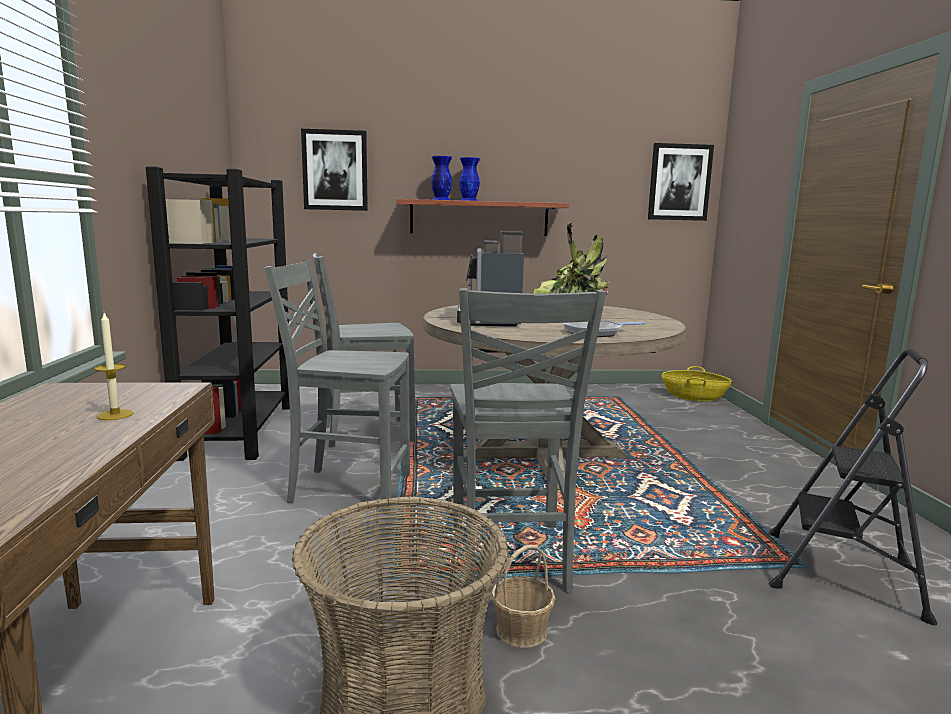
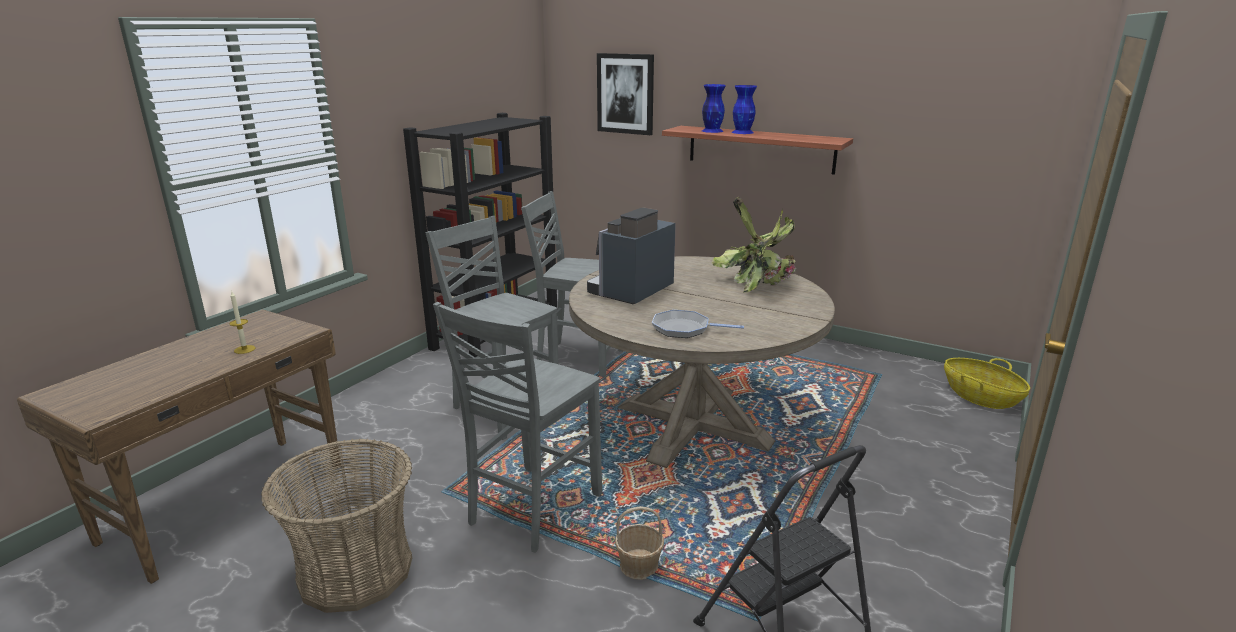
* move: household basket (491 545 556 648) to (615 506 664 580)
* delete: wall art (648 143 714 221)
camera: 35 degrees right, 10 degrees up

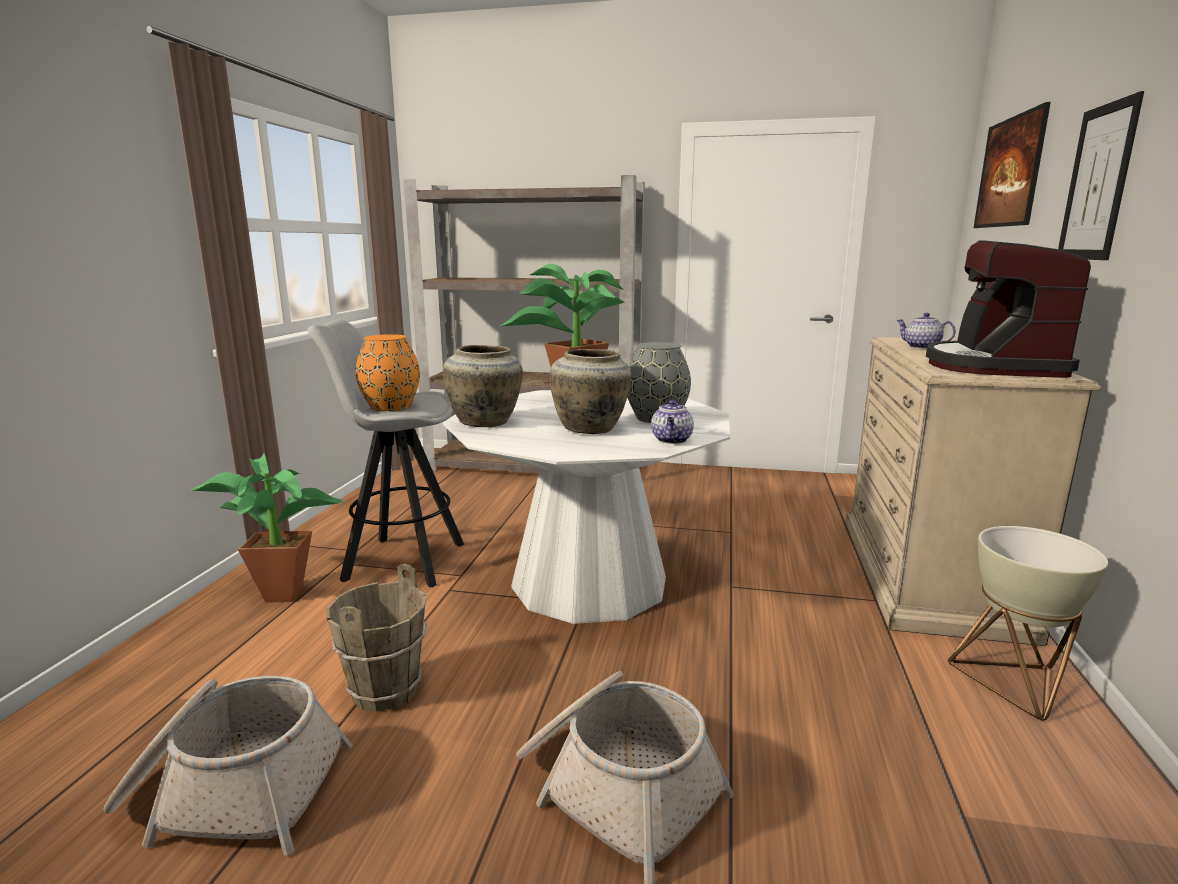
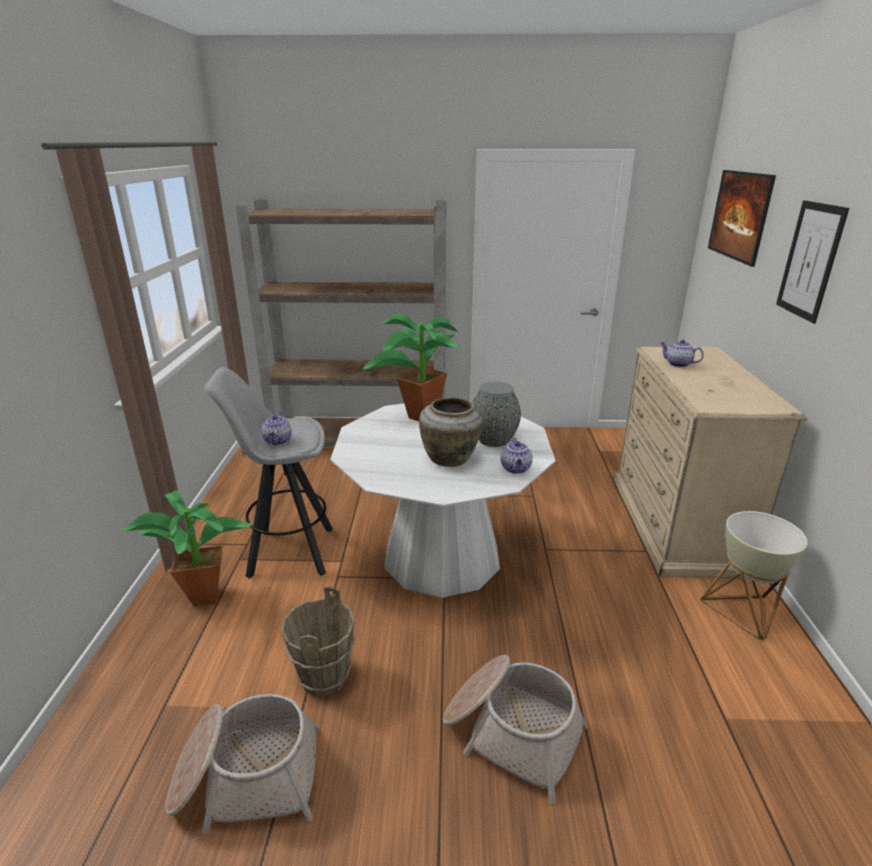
* replace: vase (orange-coloured) (355 334 420 411) to pot for tea (261 412 292 445)
* delete: vase (beige-coloured) (443 345 523 427)
* delete: coffee maker (926 240 1091 378)
camera: 10 degrees left, 10 degrees up

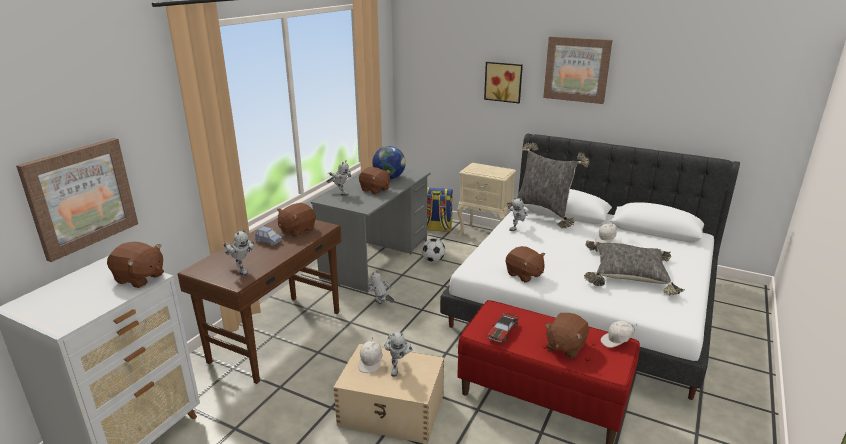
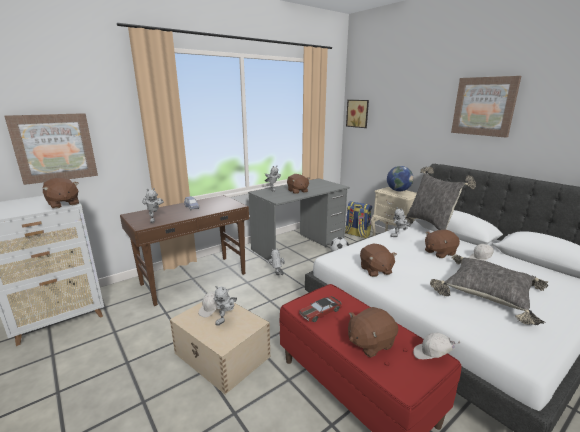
* move: wall art (484 62 523 103) to (346 100 369 128)
* move: world globe (372 146 406 179) to (387 166 413 191)
* move: cuddly toy (brown) (277 203 316 237) to (425 230 460 258)
camera: 25 degrees right, 5 degrees down

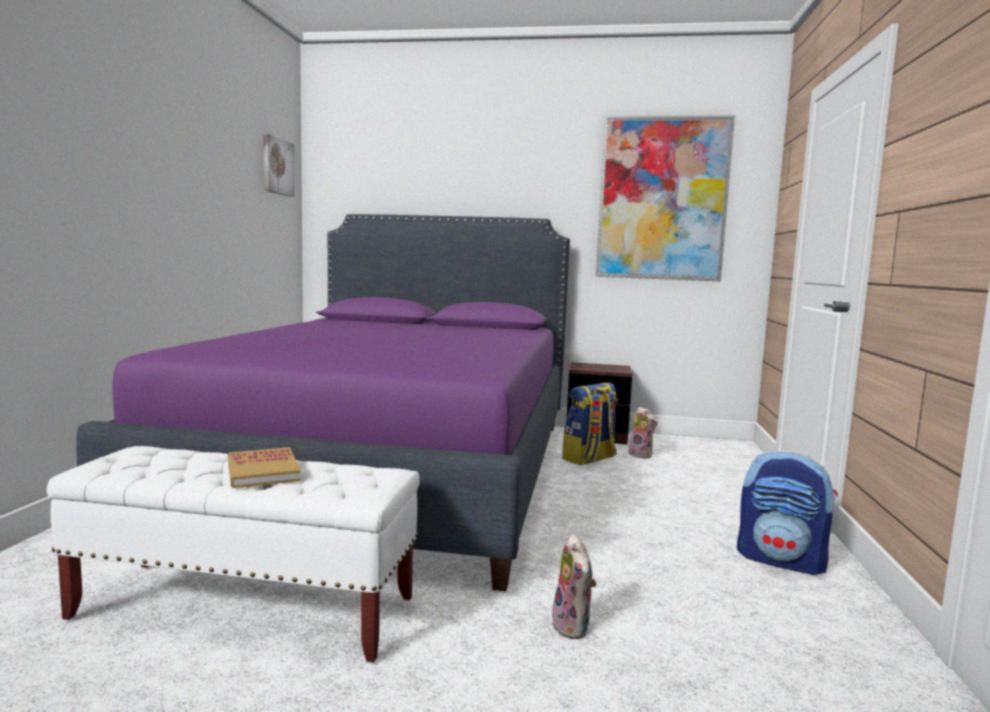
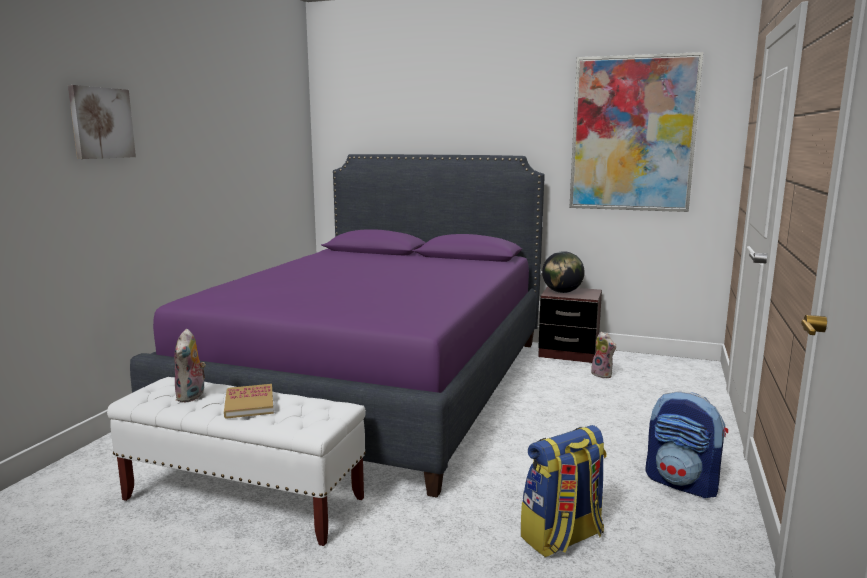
* move: wall art (263 134 295 197) to (68 85 136 159)
* move: cuddly toy (552 534 596 639) to (174 329 206 402)
* move: backpack (562 382 618 465) to (521 425 607 557)
* insert: world globe (542 251 585 293)
camera: 10 degrees right, 5 degrees up

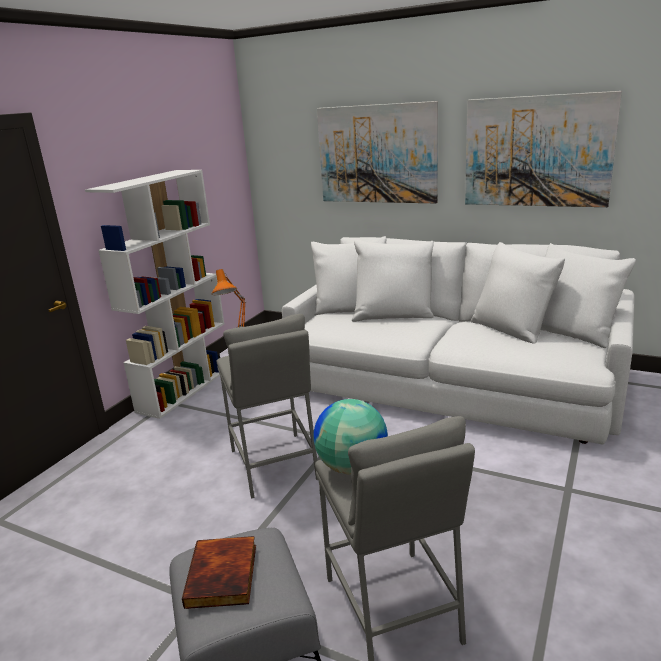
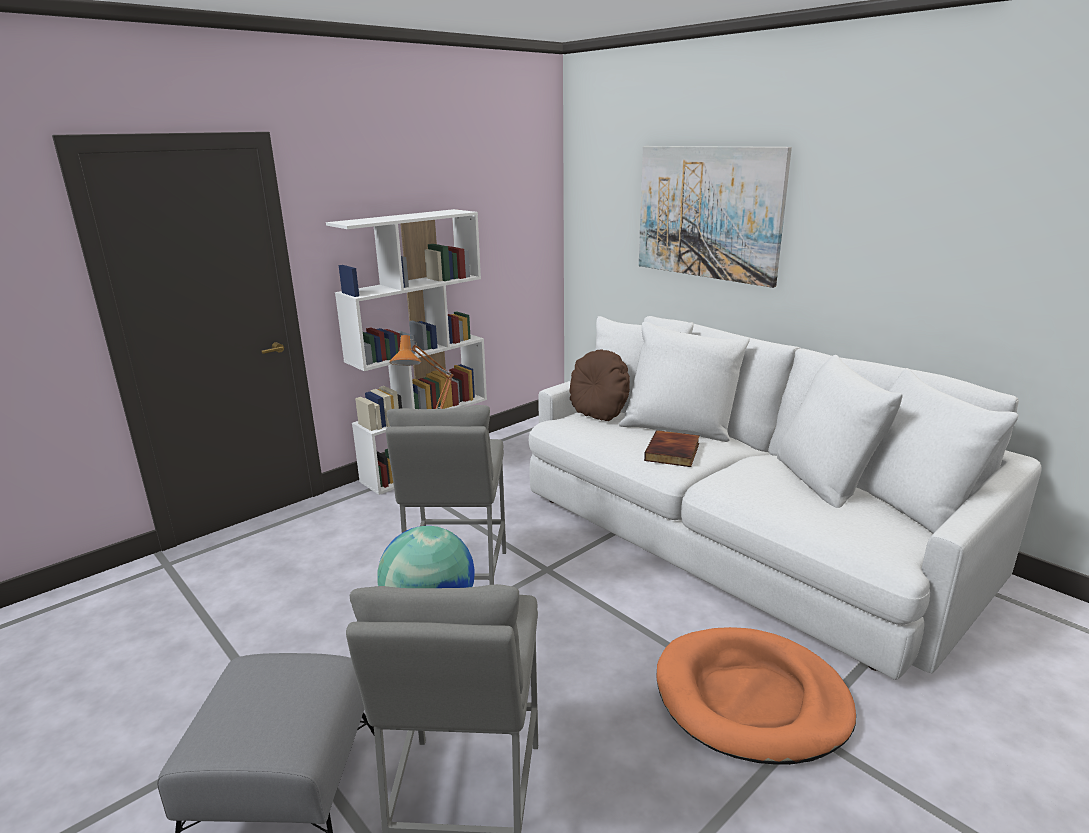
* insert: cushion (brown) (570 349 630 421)
* move: volume (182 536 256 609) to (644 430 700 467)
* insert: dog cushion (orange-coloured) (656 627 856 765)
* delete: wall art (465 91 622 207)
camera: 20 degrees right, 0 degrees up

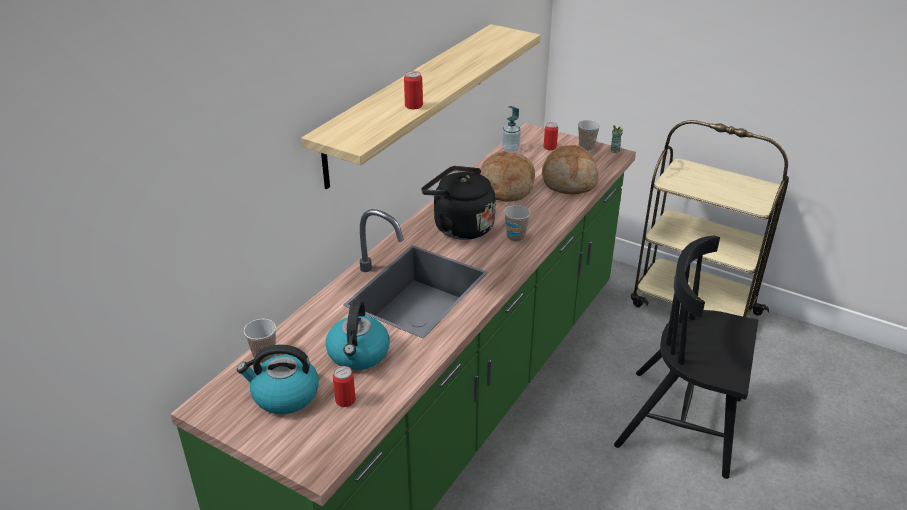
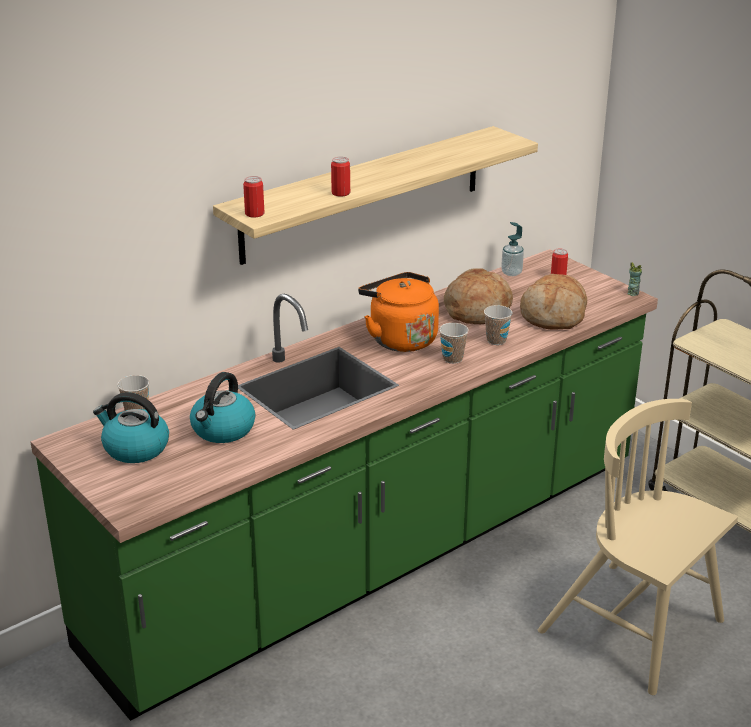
* move: can (333 366 356 407) to (243 176 265 218)
* recolor: water kettle (blackish) (421 166 496 240) to water kettle (orange-coloured) (358 272 439 352)
* move: drinking cup (578 120 600 151) to (484 305 512 345)
* recolor: plain chair (blackish) (614 236 758 479) to plain chair (beige-coloured) (538 399 738 695)
camera: 20 degrees right, 5 degrees down

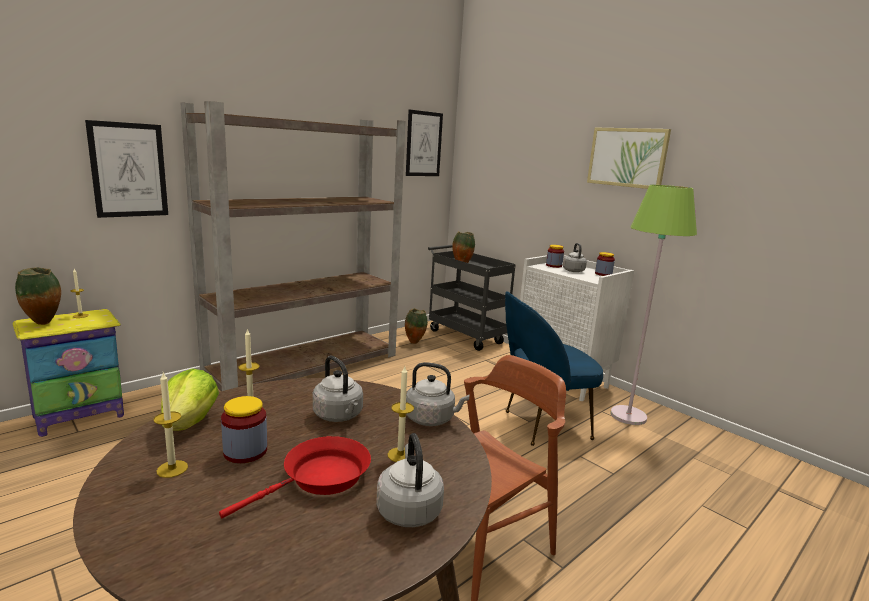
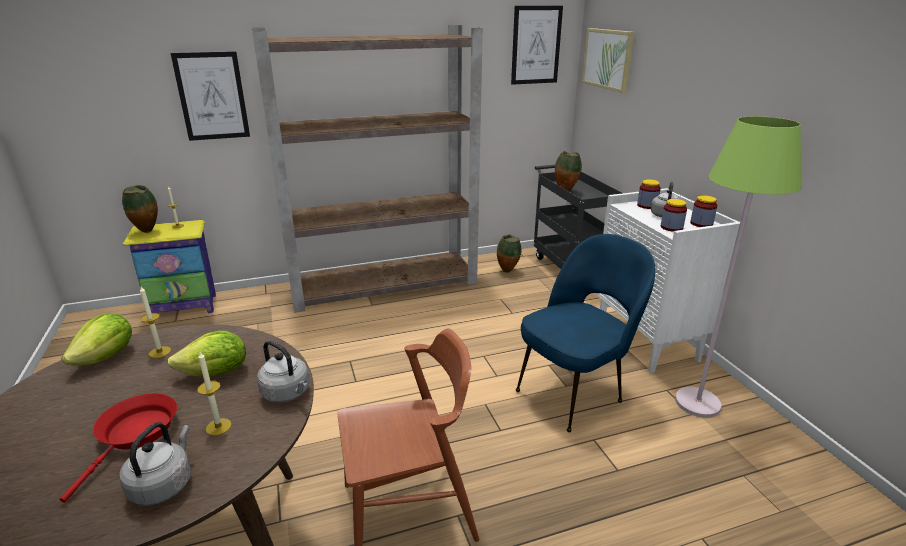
* rotate: skillet (reddish) (219 436 371 519) = (59 393 177 503) 60 degrees counterclockwise
* replace: water kettle (gray) (313 356 363 422) to lettuce head (168 331 246 377)
* rotate: plain chair (blue-coloured) (505 291 603 446) = (516 234 655 432) 135 degrees clockwise
* move: wall art (587 128 671 189) to (582 28 634 93)
* move: preserve jar (221 396 267 463) to (661 199 687 232)
* delete: wax light (153 373 188 478)
camera: 25 degrees right, 10 degrees up

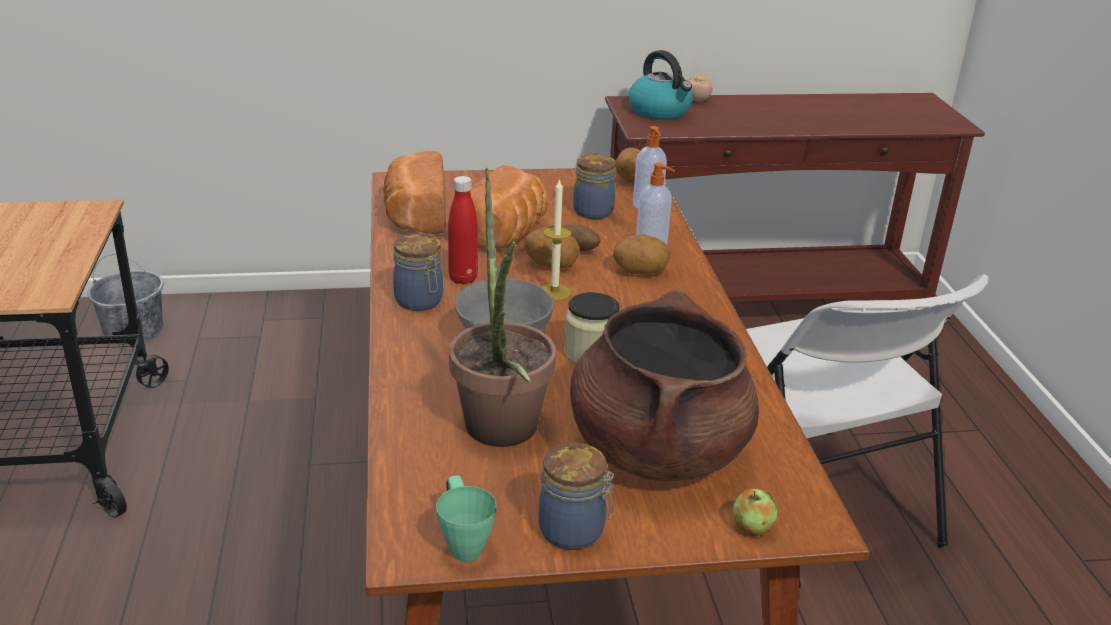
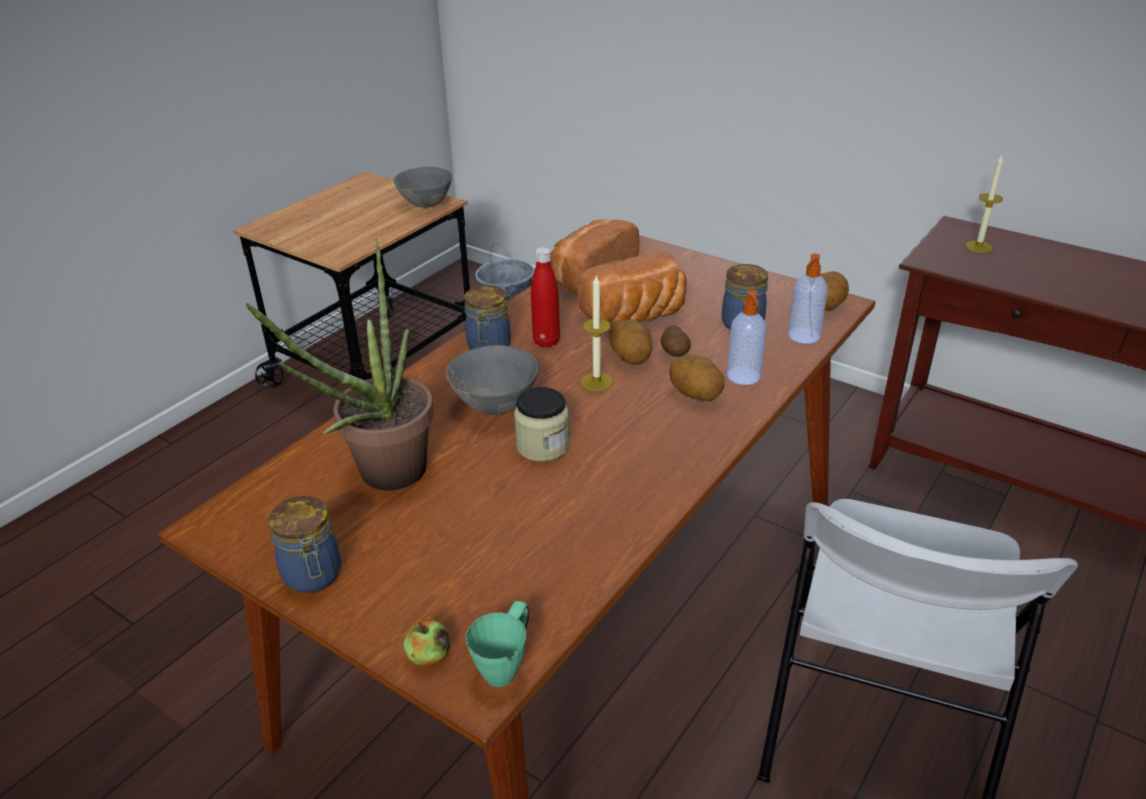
* insert: serving bowl (gray) (393 167 452 208)
* move: tea mug (green-coloured) (436 475 497 562) to (466 601 529 687)
* replace: water kettle (629 50 693 120) to wax light (965 155 1003 253)
* delete: cooking pot (brown) (570 290 759 481)
* delete: whole tomato (687 75 713 102)
camera: 45 degrees right, 5 degrees up

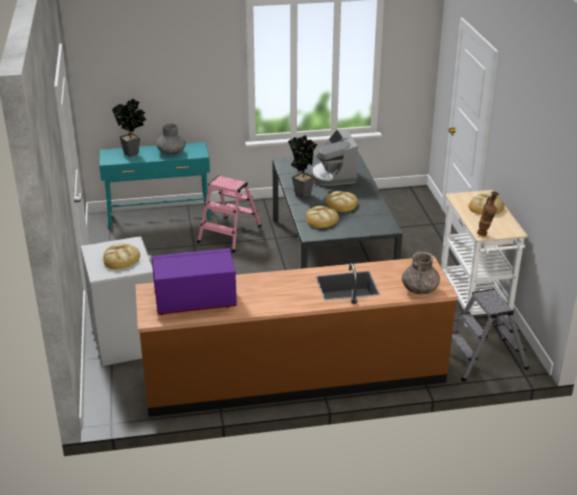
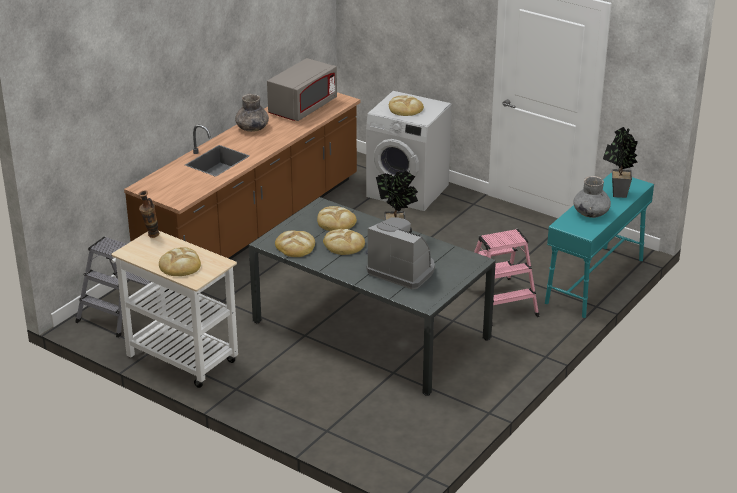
* move: vase (gray) (402 252 440 294) to (235 94 269 132)
* recolor: kitchen microwave (purplish) (152 248 237 315) to kitchen microwave (gray) (267 58 337 121)
* insert: bread (275 231 315 257)
camera: 135 degrees right, 0 degrees up

